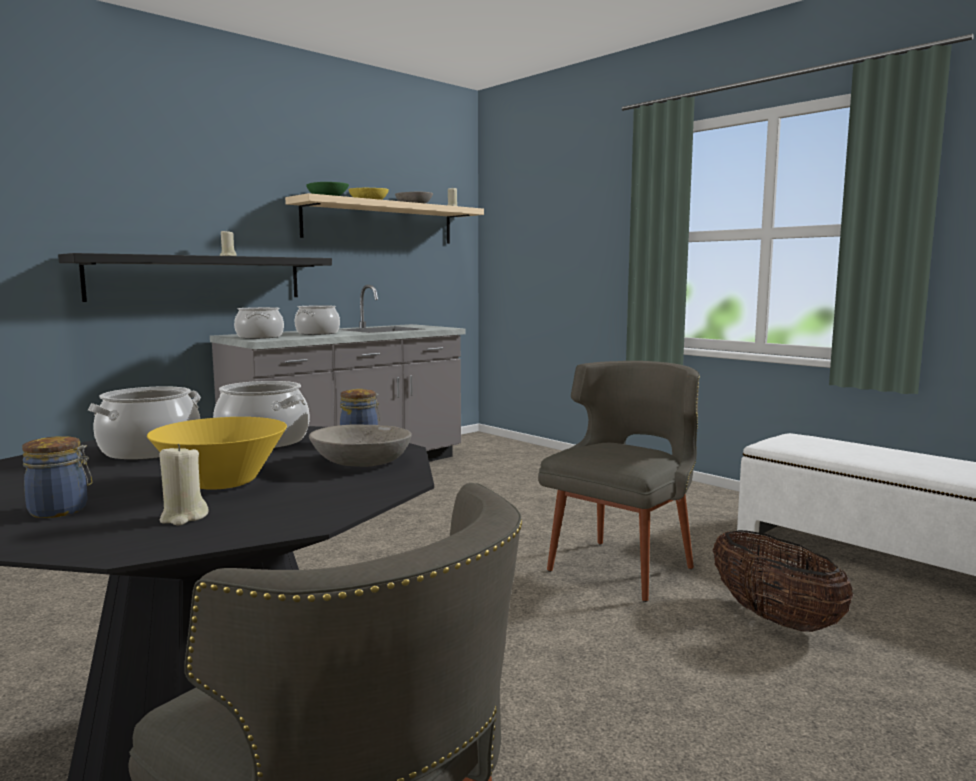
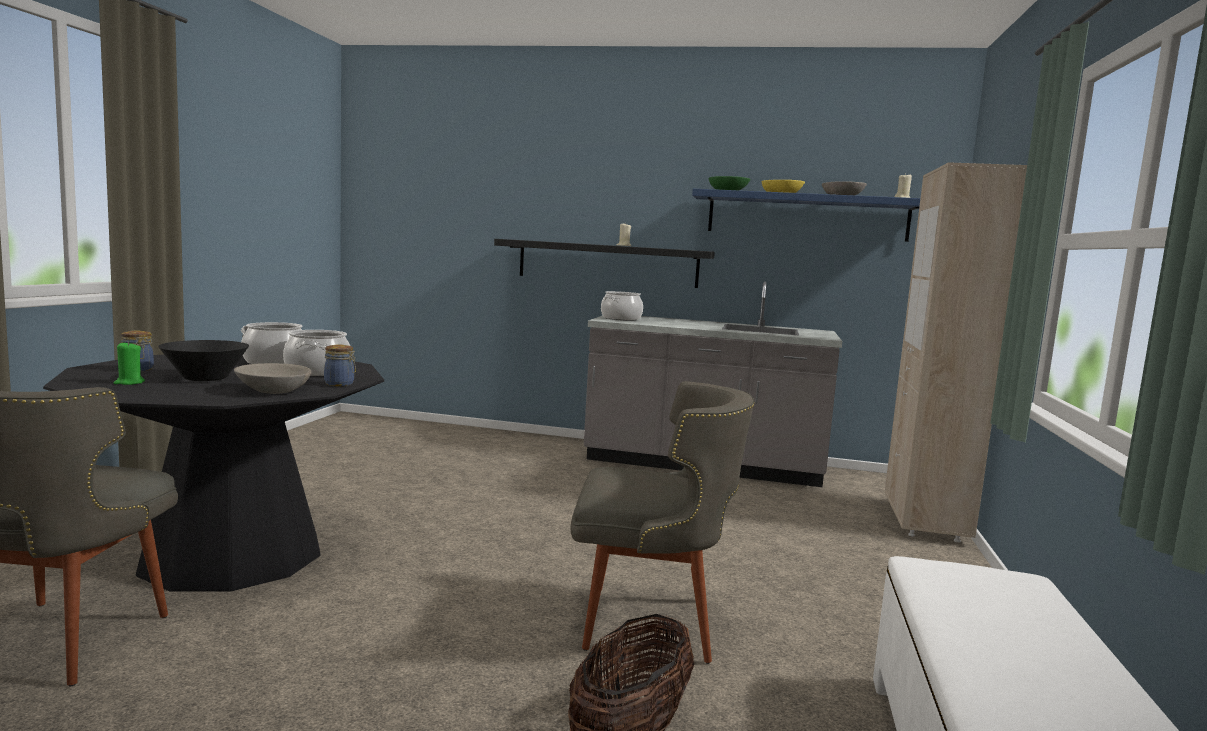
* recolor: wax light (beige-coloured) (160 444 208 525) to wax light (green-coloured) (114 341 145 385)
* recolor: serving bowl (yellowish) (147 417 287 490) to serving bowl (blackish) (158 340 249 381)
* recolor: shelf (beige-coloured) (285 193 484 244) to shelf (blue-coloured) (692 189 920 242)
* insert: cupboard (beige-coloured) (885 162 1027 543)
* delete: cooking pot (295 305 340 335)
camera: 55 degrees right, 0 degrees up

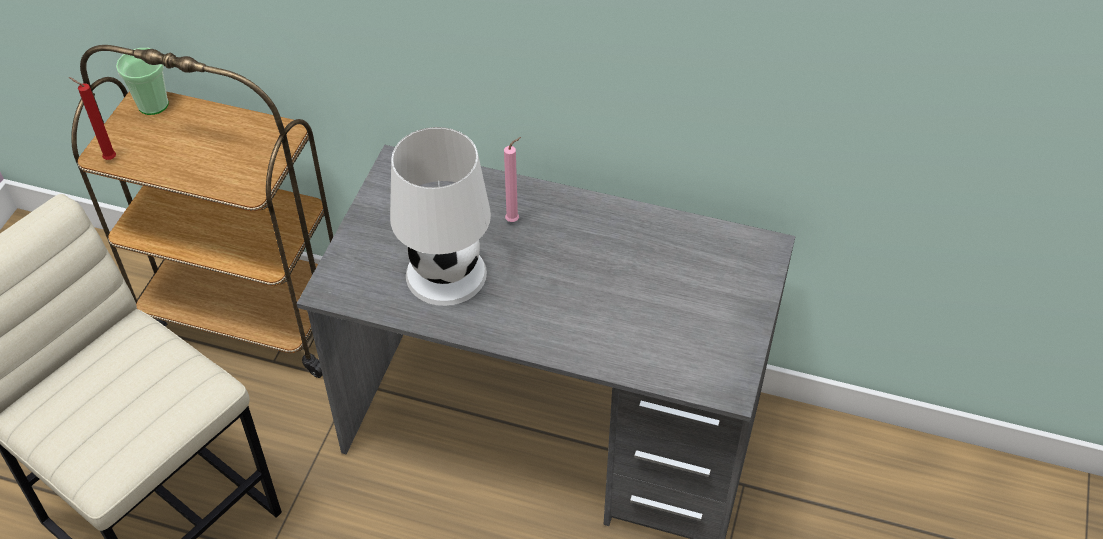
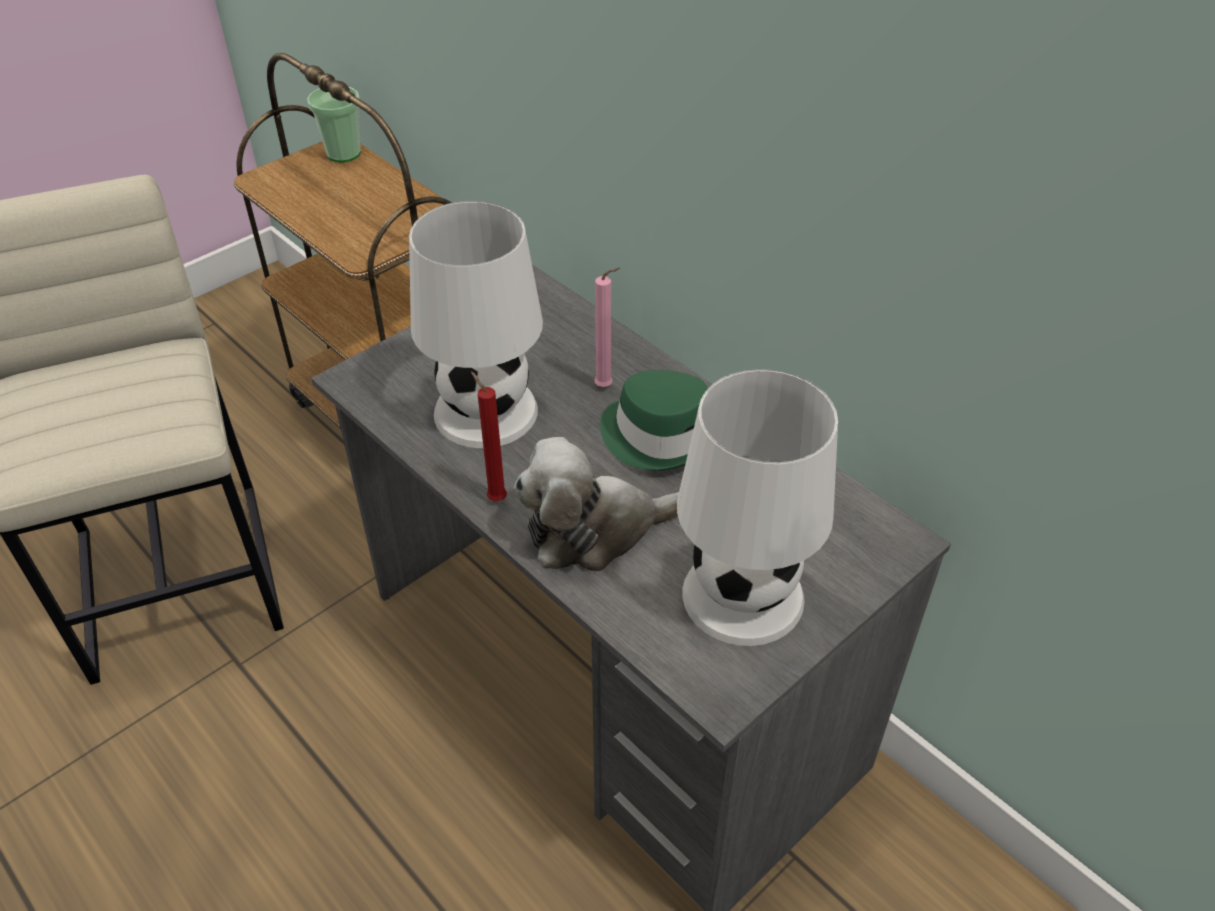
* move: wax light (reddish) (69 77 116 160) to (471 372 507 501)
* insert: cuddly toy (514 437 679 571)
* insert: wearable hat (green-coloured) (600 370 707 471)
* insert: table lamp (white-coloured) (677 369 838 646)
camera: 30 degrees right, 5 degrees down

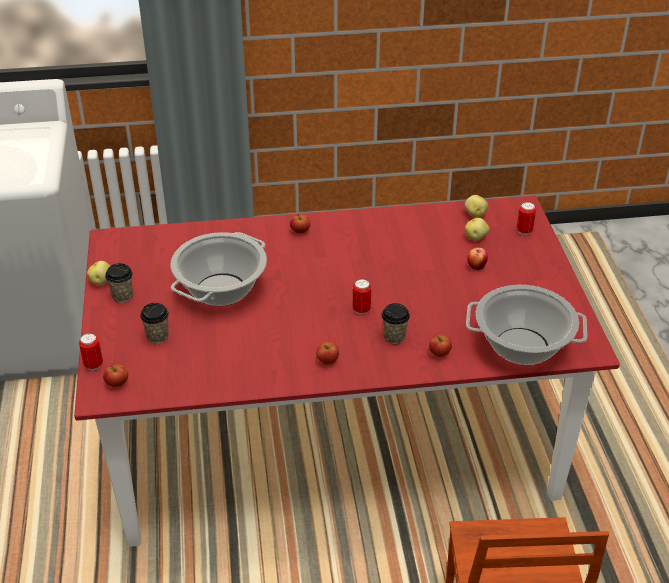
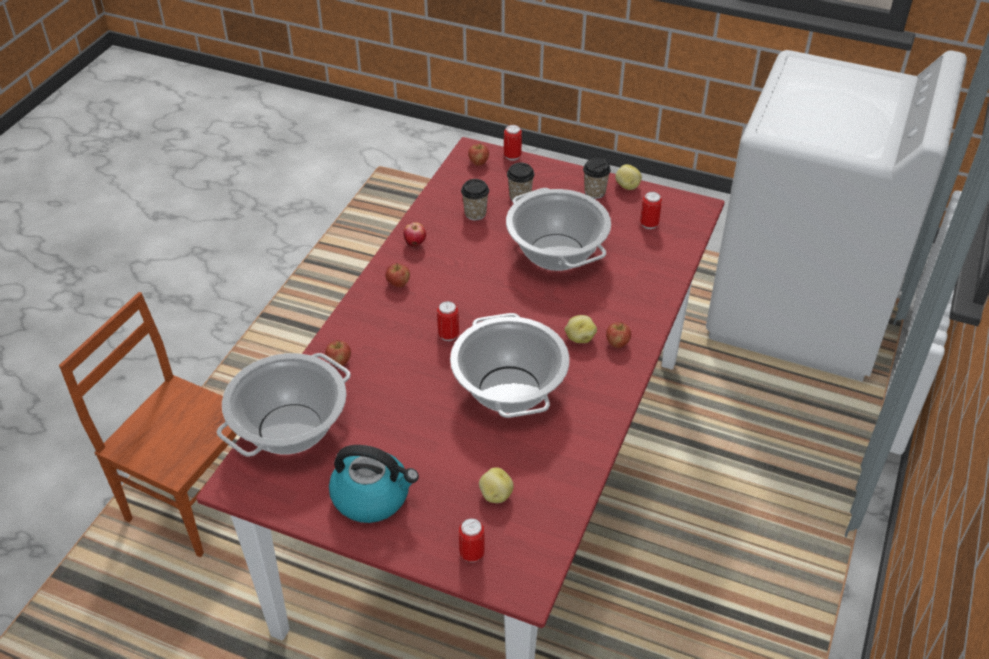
* insert: water kettle (329 445 419 523)
* move: apple (467 247 488 270) to (404 222 426 247)
* insert: cooking pot (450 313 570 418)
* move: drinking cup (382 303 410 344) to (461 179 489 220)
* move: potato (465 195 488 217) to (565 315 597 343)
* insert: can (640 192 662 229)
camera: 120 degrees right, 5 degrees up

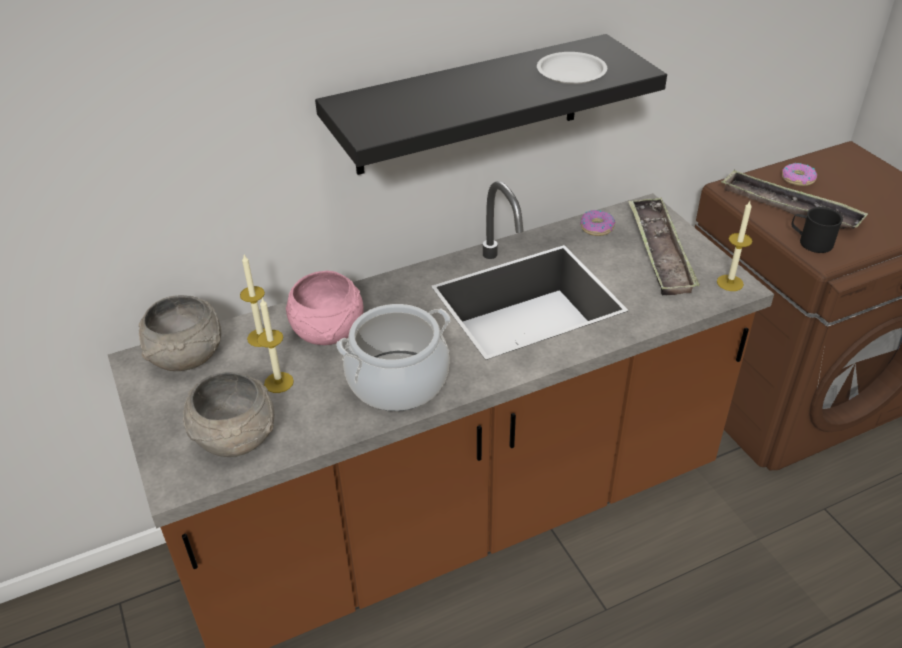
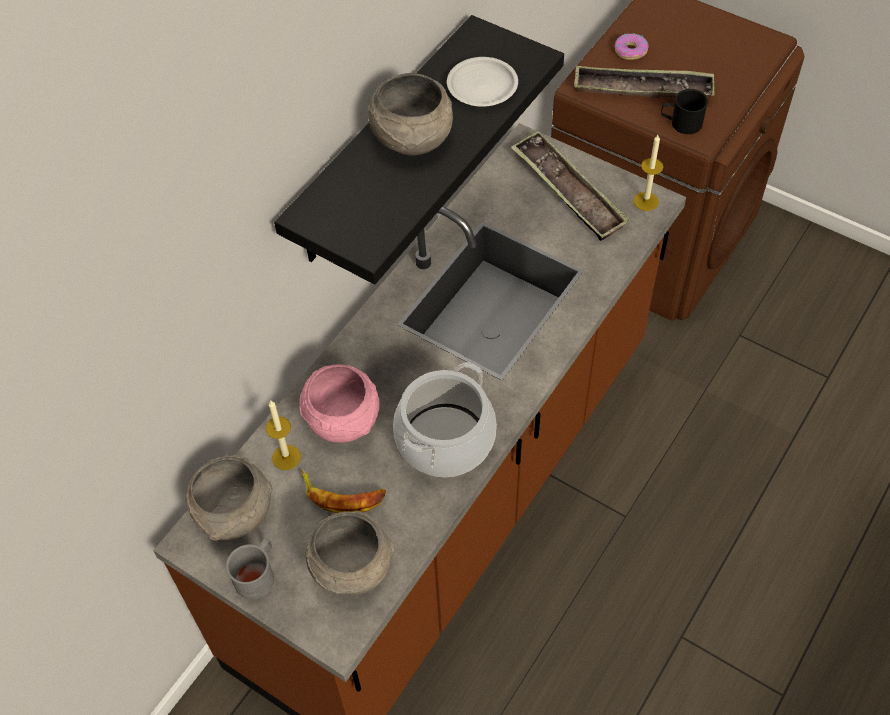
* insert: tea mug (gray) (226 539 274 599)
* replace: wax light (257 298 294 393) to whole banana (302 469 386 513)
* insert: serving bowl (gray) (368 73 453 156)
* delete: ring doughnut (580 210 615 236)
camera: 30 degrees left, 15 degrees up

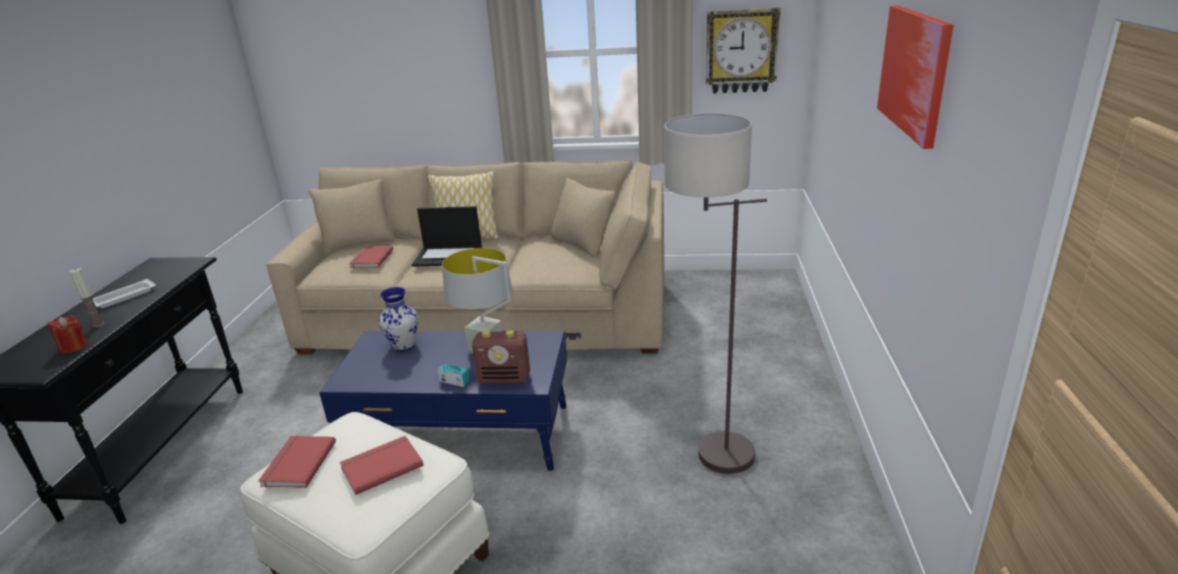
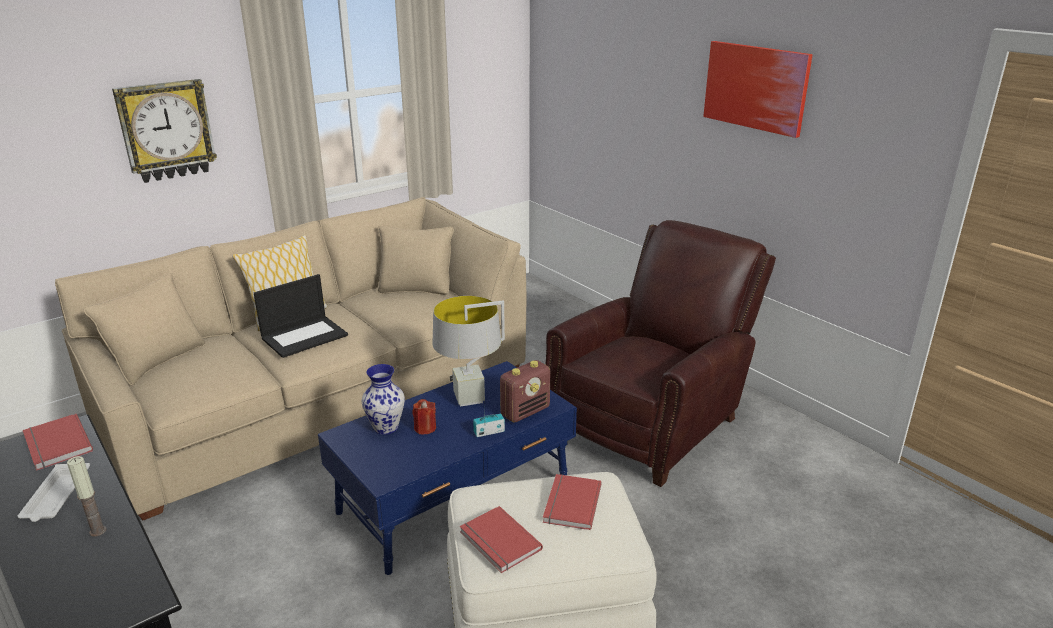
* move: volume (reddish) (349 246 393 268) to (23 414 93 471)
* move: wall clock (706 8 781 94) to (112 79 217 183)
* move: wax light (reddish) (48 316 87 353) to (412 399 436 434)
* replace: standard lamp (gray) (664 113 767 474) to easy chair (brown) (545 220 776 487)
camera: 45 degrees left, 0 degrees up

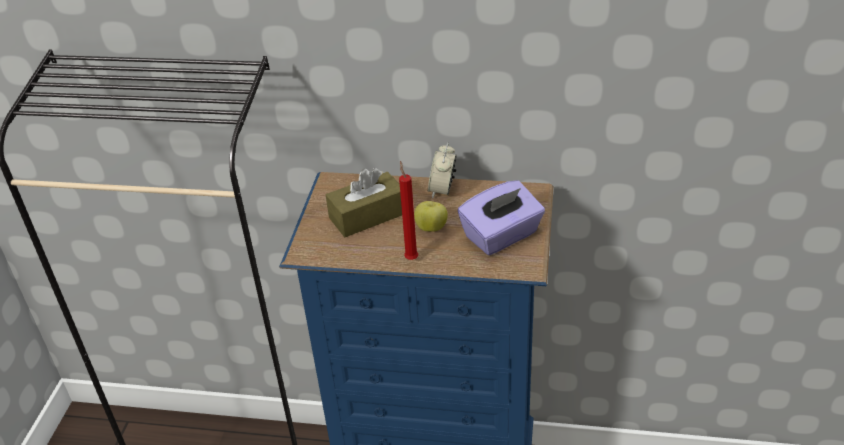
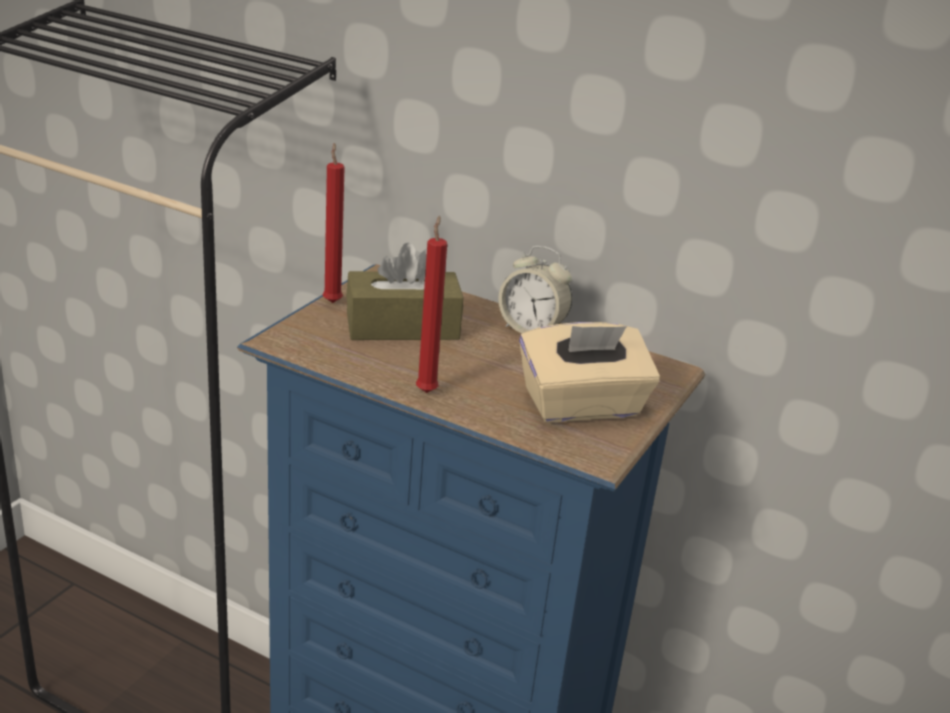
* insert: wax light (reddish) (323 143 345 303)
* rotate: bedside clock (428 142 457 199) = (498 246 572 333) 90 degrees counterclockwise
* recolor: tissue holder (purplish) (458 180 545 255) to tissue holder (beige-coloured) (519 322 660 422)
* delete: apple (414 201 448 232)
camera: 15 degrees right, 10 degrees down

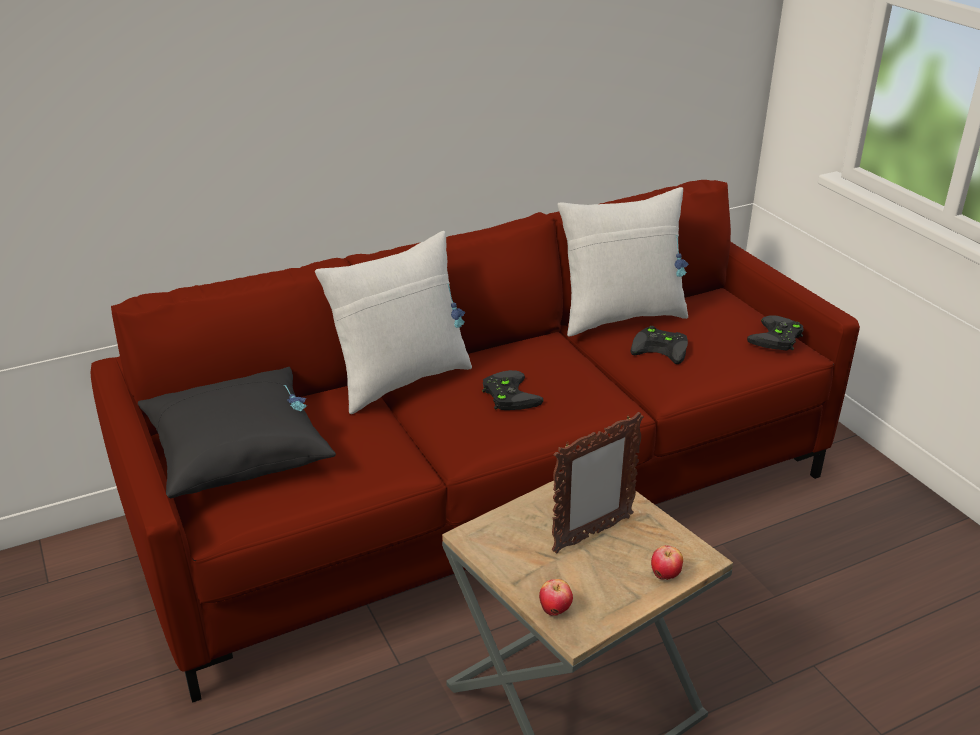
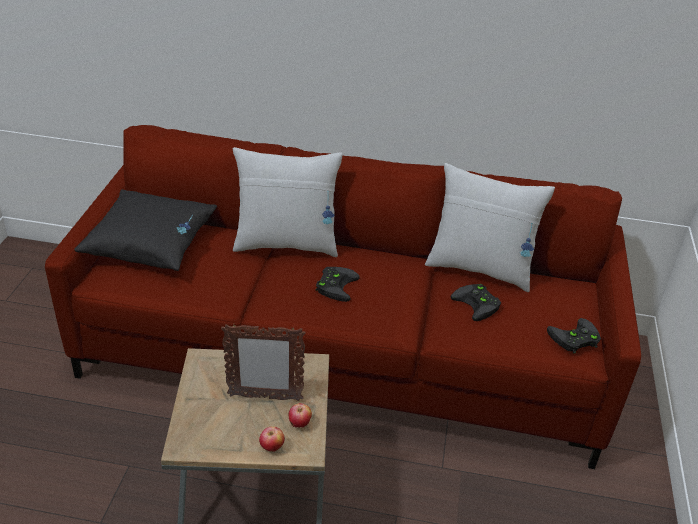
* move: apple (539 579 573 616) to (289 403 312 428)
camera: 35 degrees right, 5 degrees up

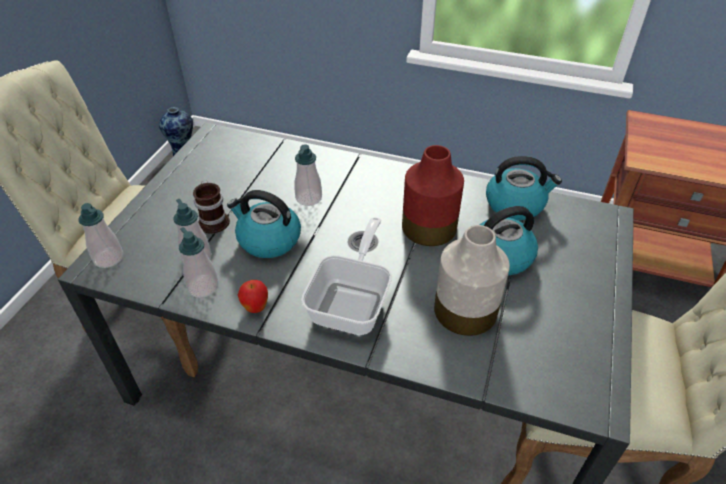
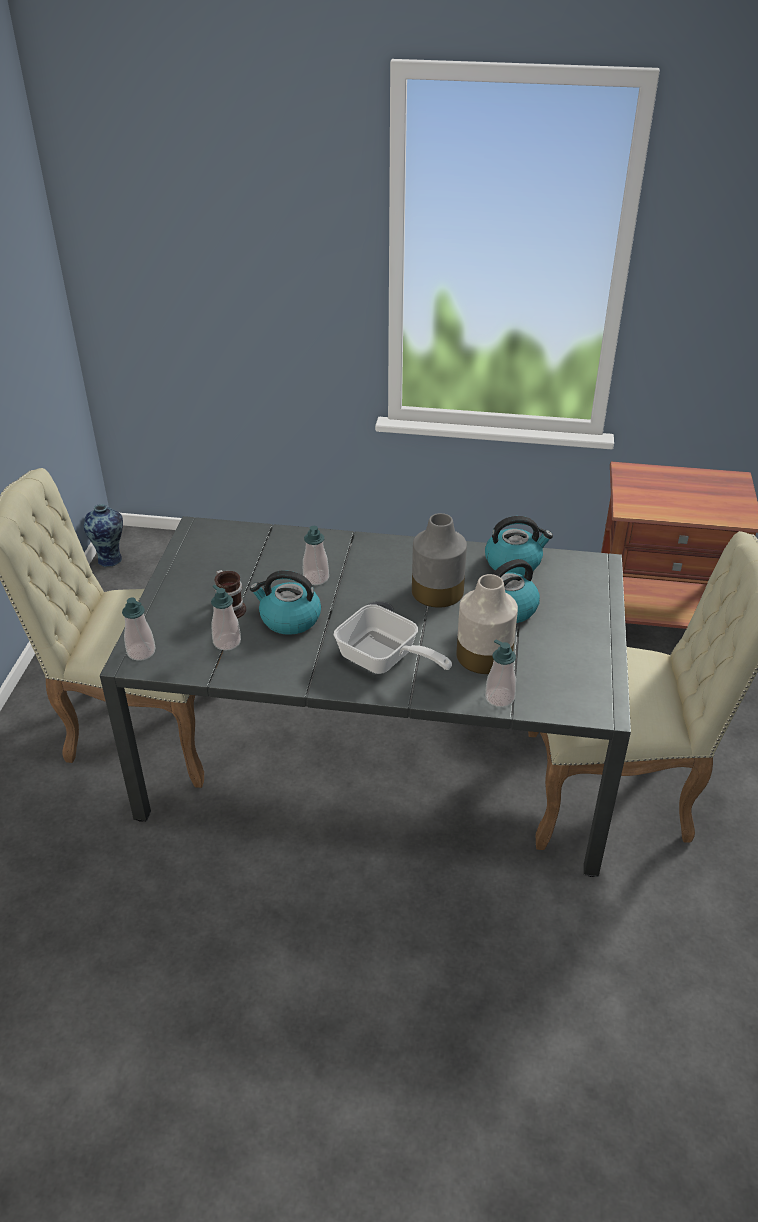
* rotate: skillet (301 217 392 335) = (334 604 452 674) 120 degrees clockwise
* recolor: vase (reddish) (402 145 464 246) to vase (gray) (412 513 467 608)
* move: liquid soap bottle (179 227 218 298) to (485 639 516 707)
* delete: apple (238 280 268 313)
camera: 10 degrees left, 5 degrees down

